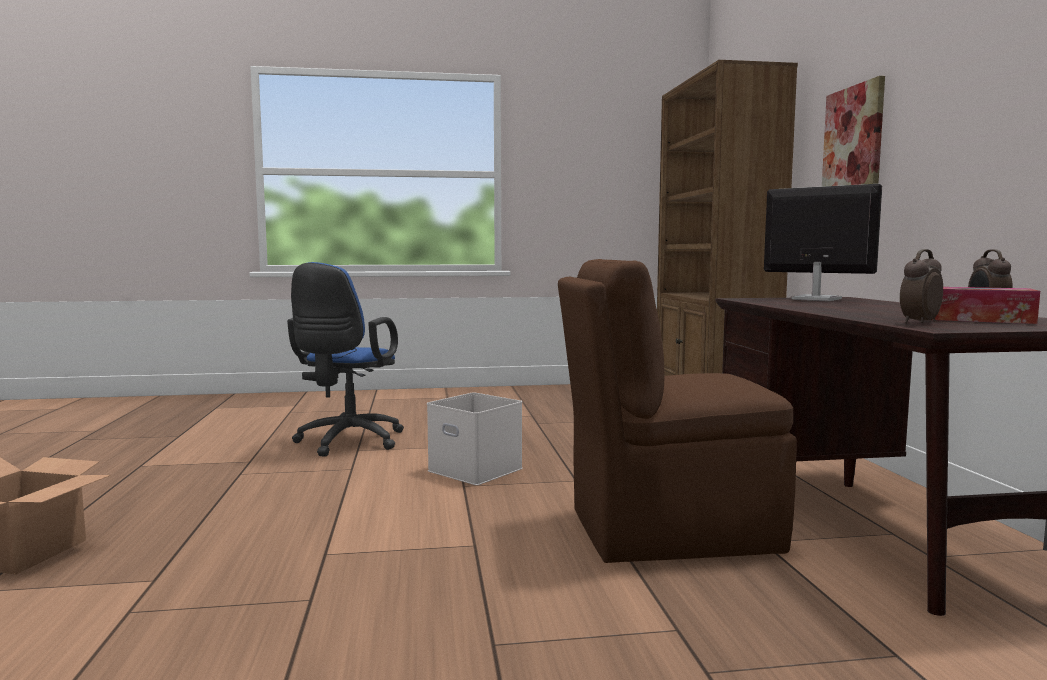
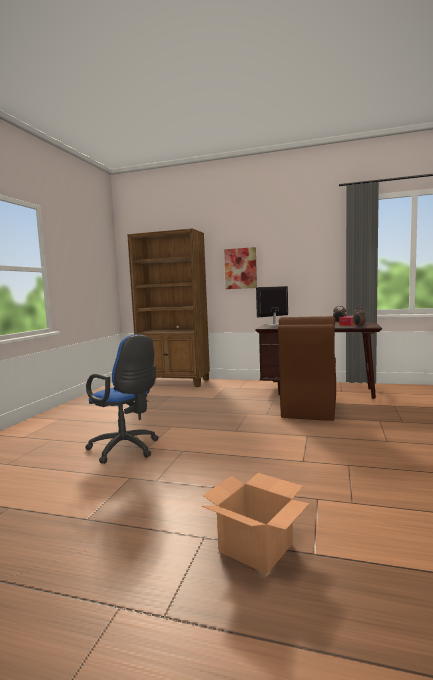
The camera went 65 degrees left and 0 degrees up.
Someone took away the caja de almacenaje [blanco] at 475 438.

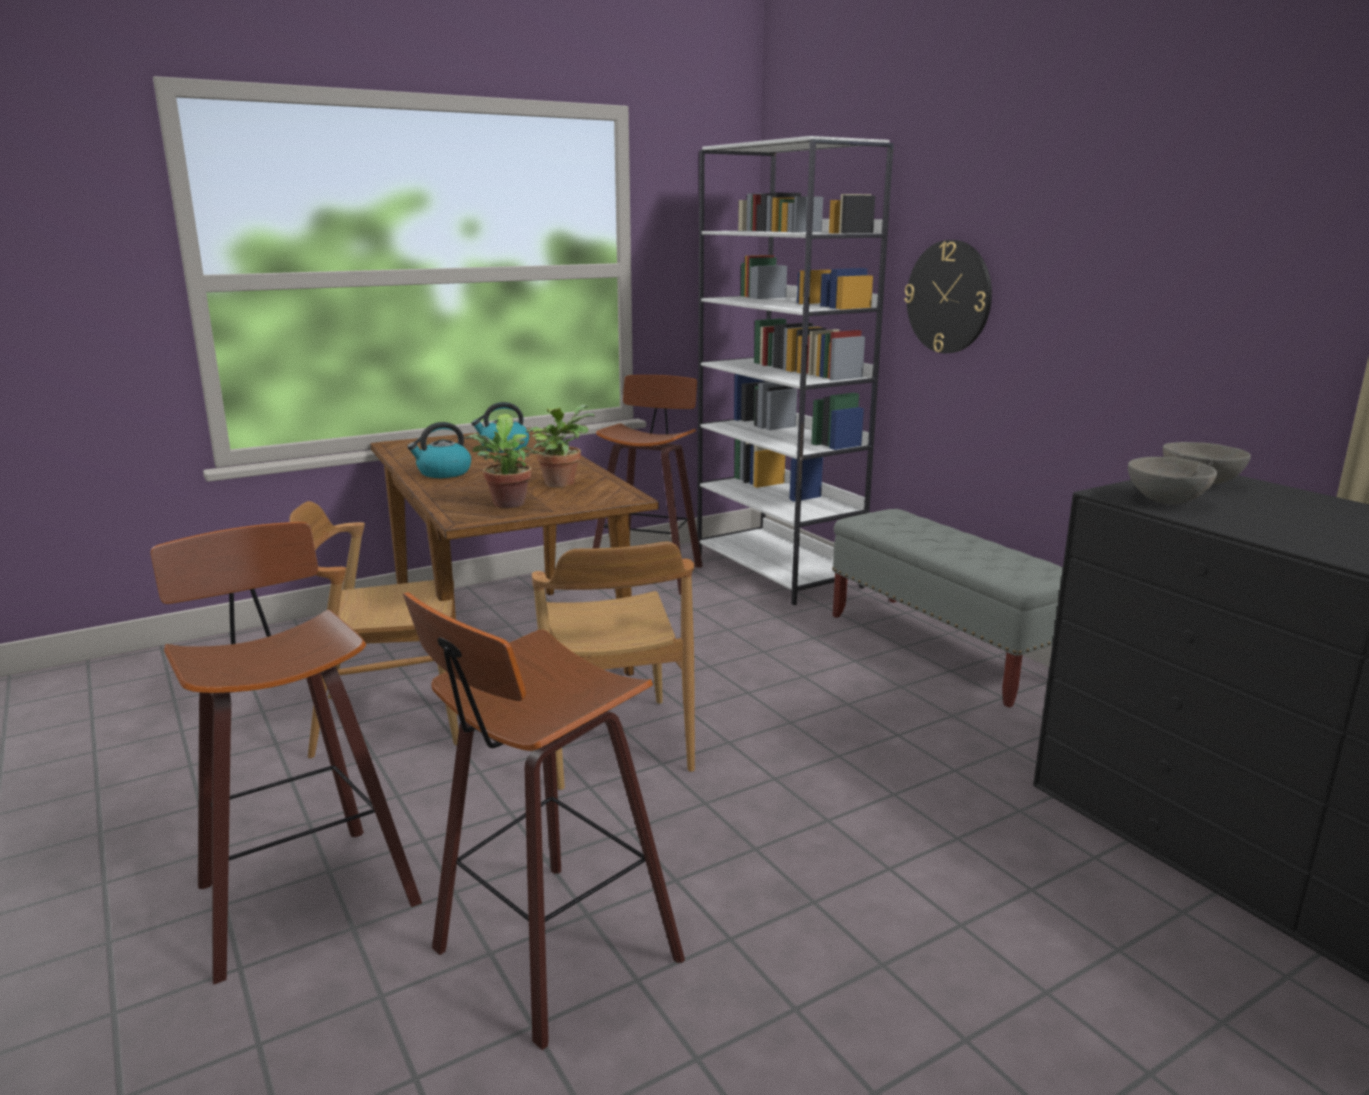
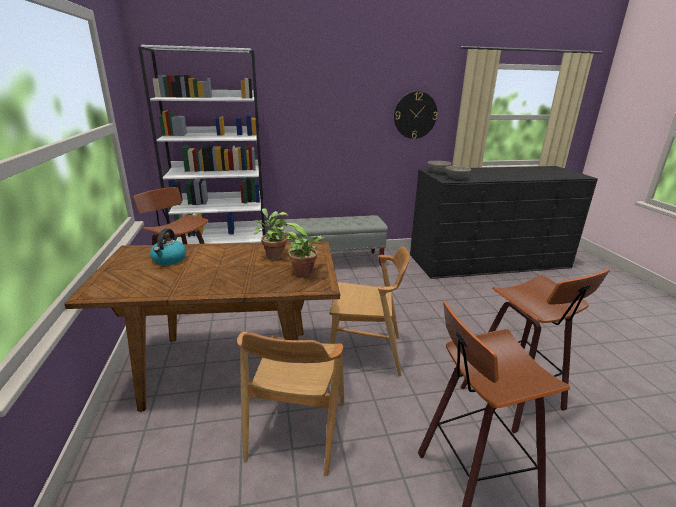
The camera went 70 degrees left and 5 degrees up.
Someone took away the hervidor at 439 450.
Someone carried the reloj de pared from 948 296 to 415 115.

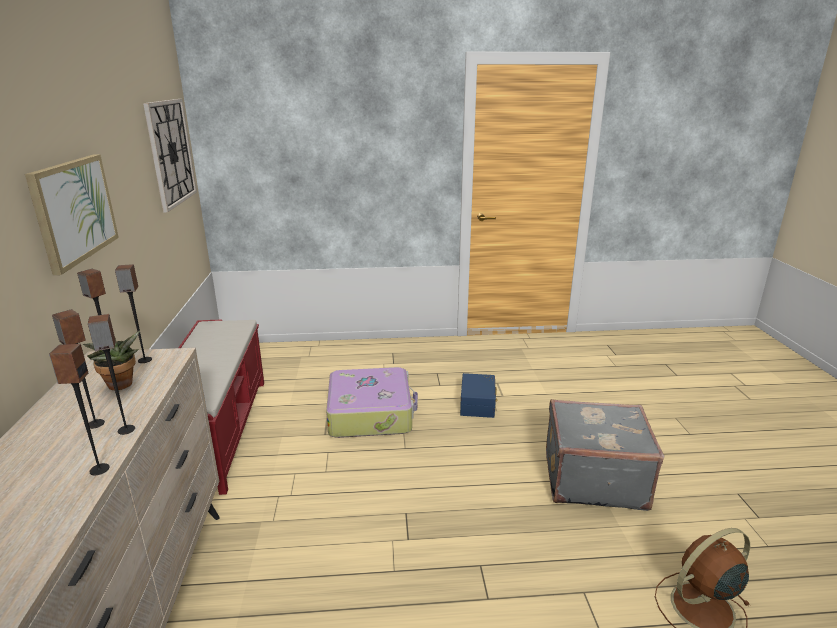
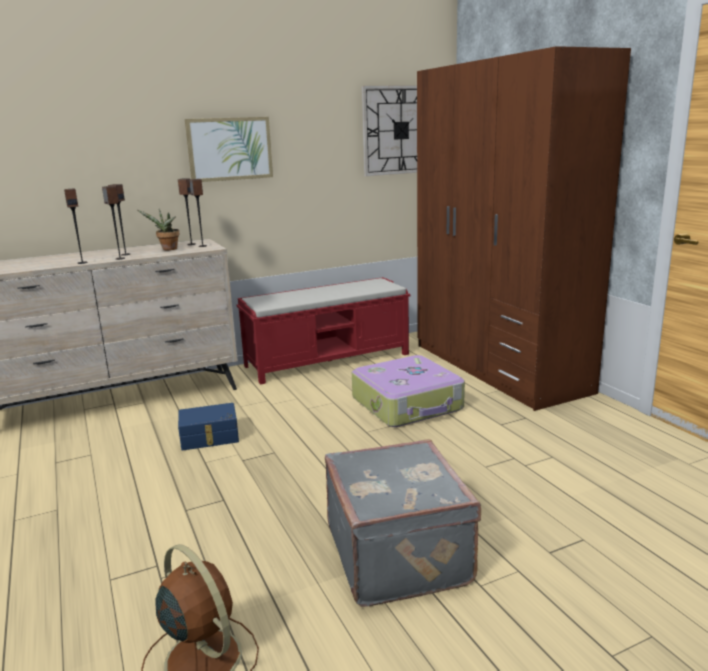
The camera went 70 degrees right and 5 degrees down.
Someone carried the caja de almacenaje [azul] from 479 395 to 208 427.
Someone put down the armario ropero [marrón] at 524 228.

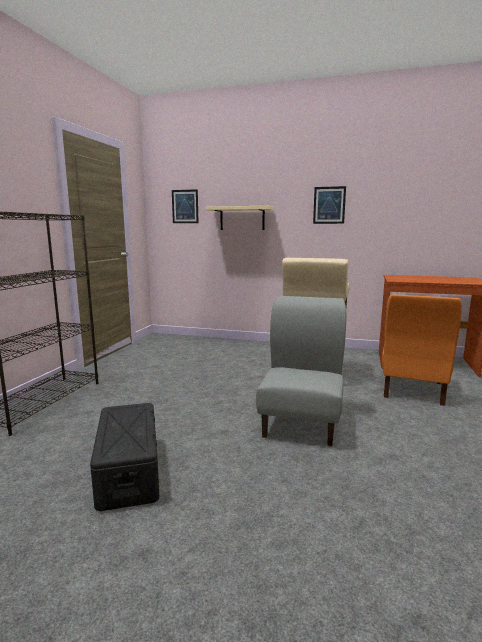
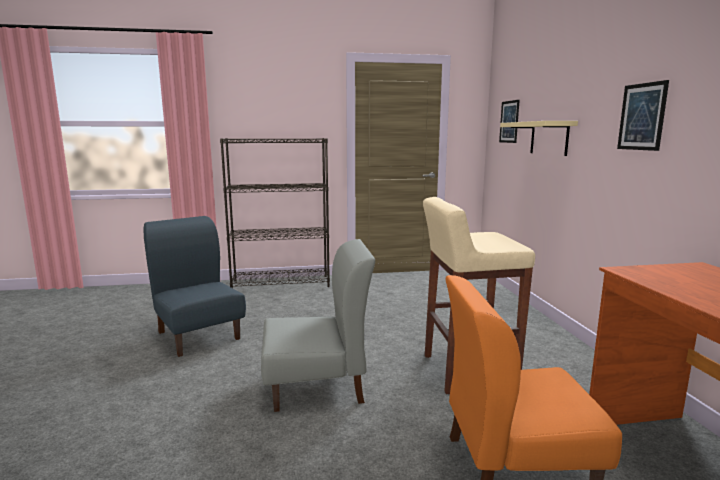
The camera went 65 degrees right and 0 degrees up.
Someone swapped the caja de almacenaje [negro] at 124 457 for the silla [azul] at 195 286.

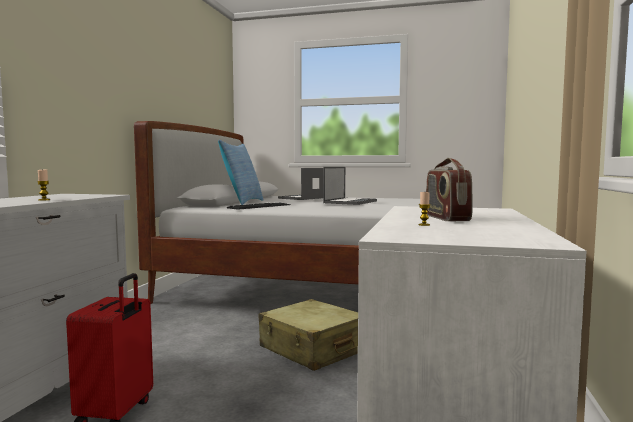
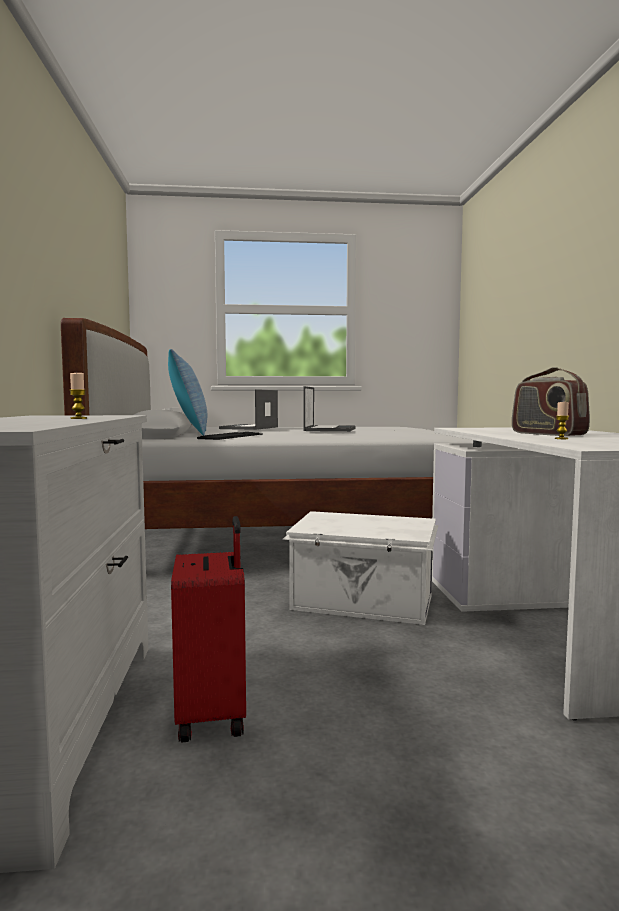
The camera went 20 degrees left and 0 degrees up.
Someone swapped the maleta [beis] at 308 335 for the caja de almacenaje [blanco] at 360 568.

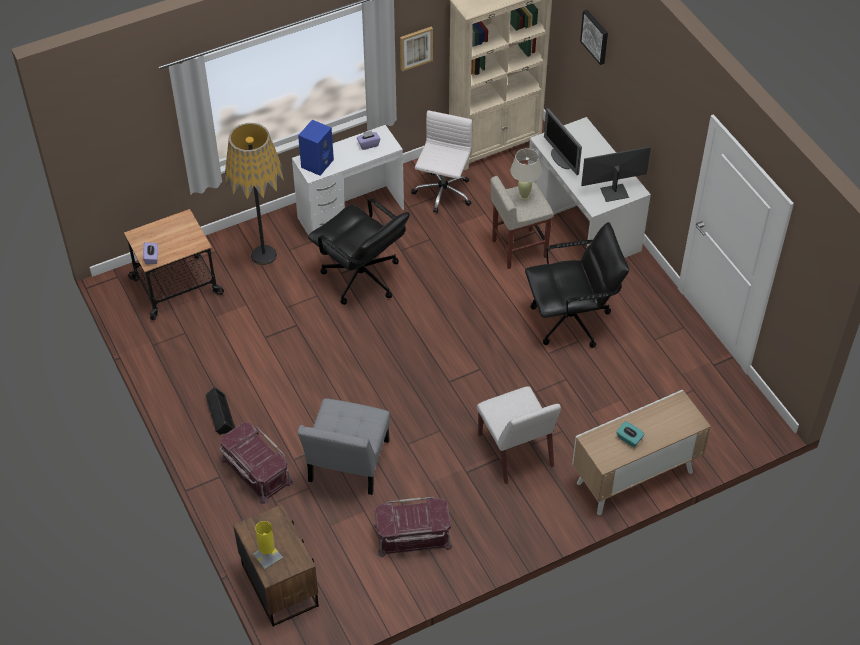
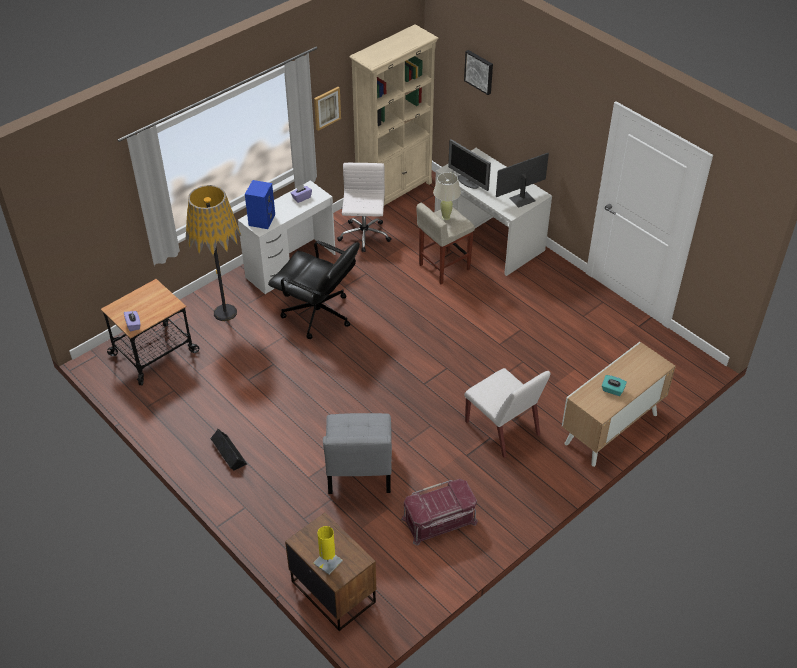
The camera went 15 degrees left and 5 degrees down.
Someone took away the caja de almacenaje [rojo] at 256 463.
Someone took away the silla de oficina [negro] at 577 285.

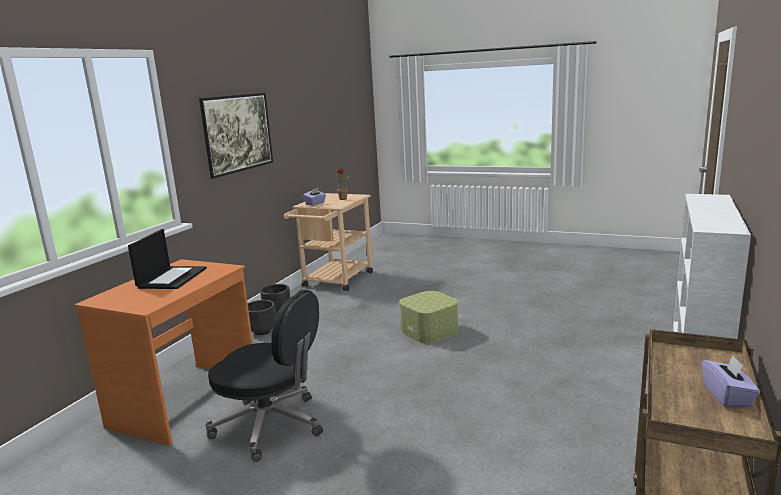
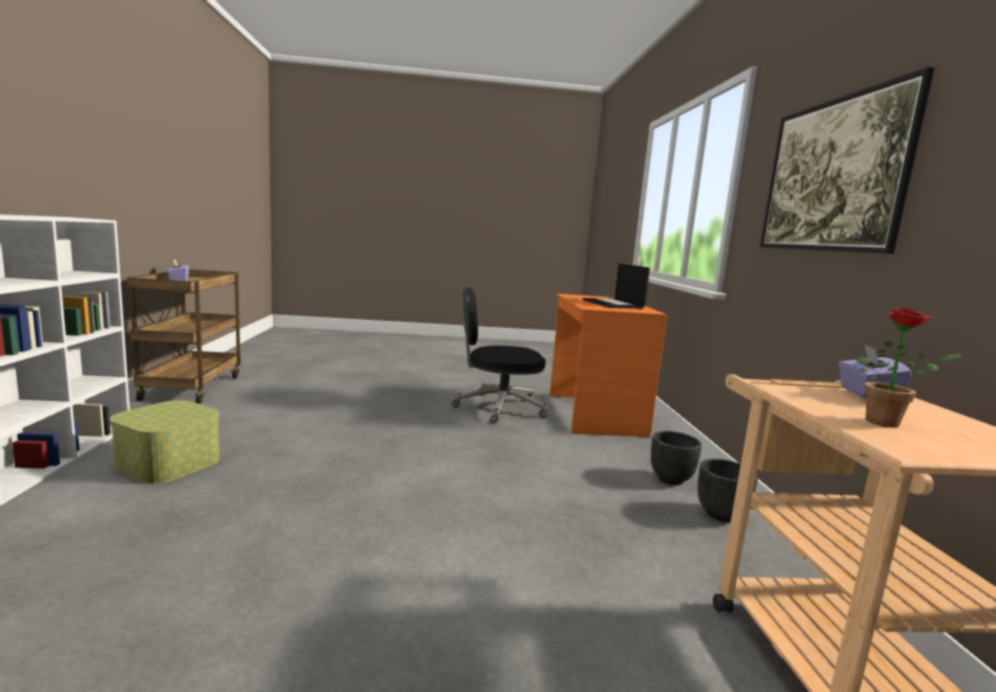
The camera went 150 degrees right and 5 degrees down.
Someone carried the caja de almacenaje from 428 317 to 165 442.

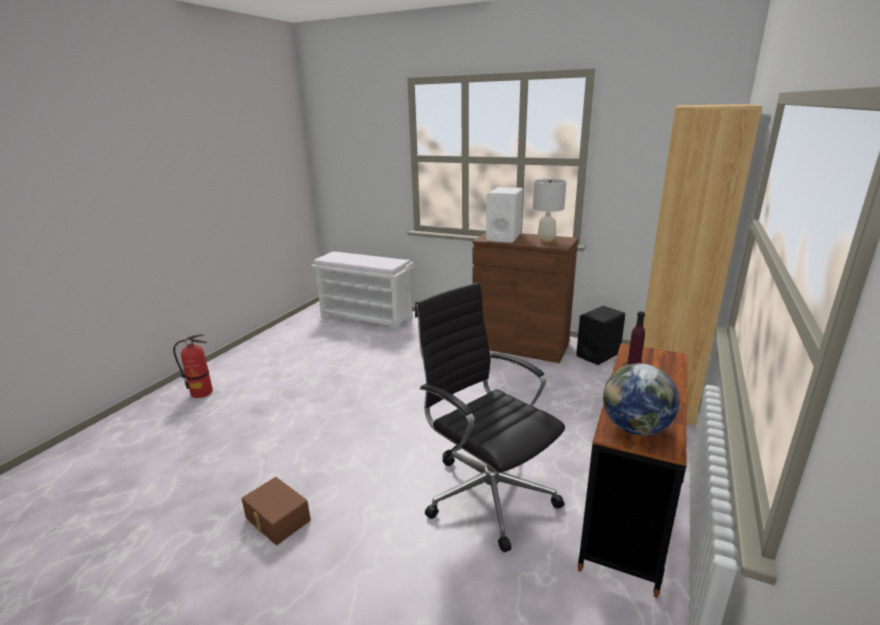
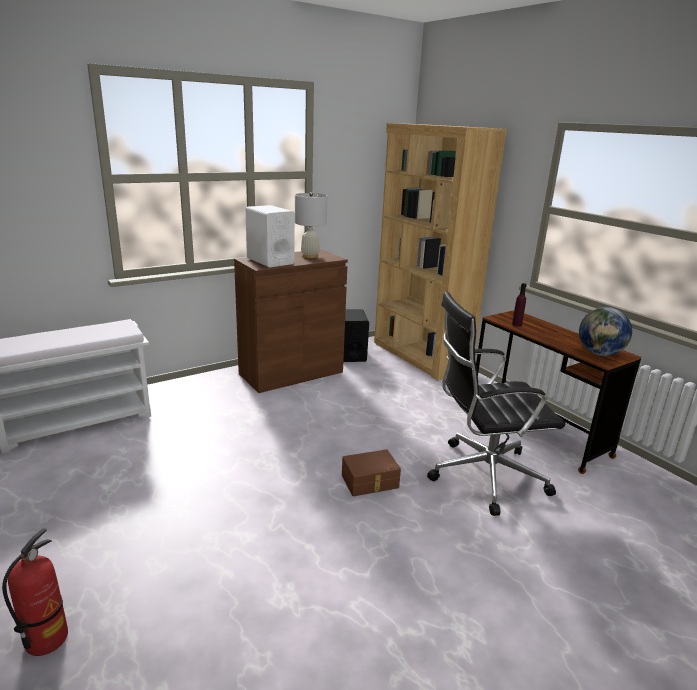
The camera went 60 degrees left and 0 degrees up.
Someone carried the caja de almacenaje [marrón] from 276 511 to 371 472.

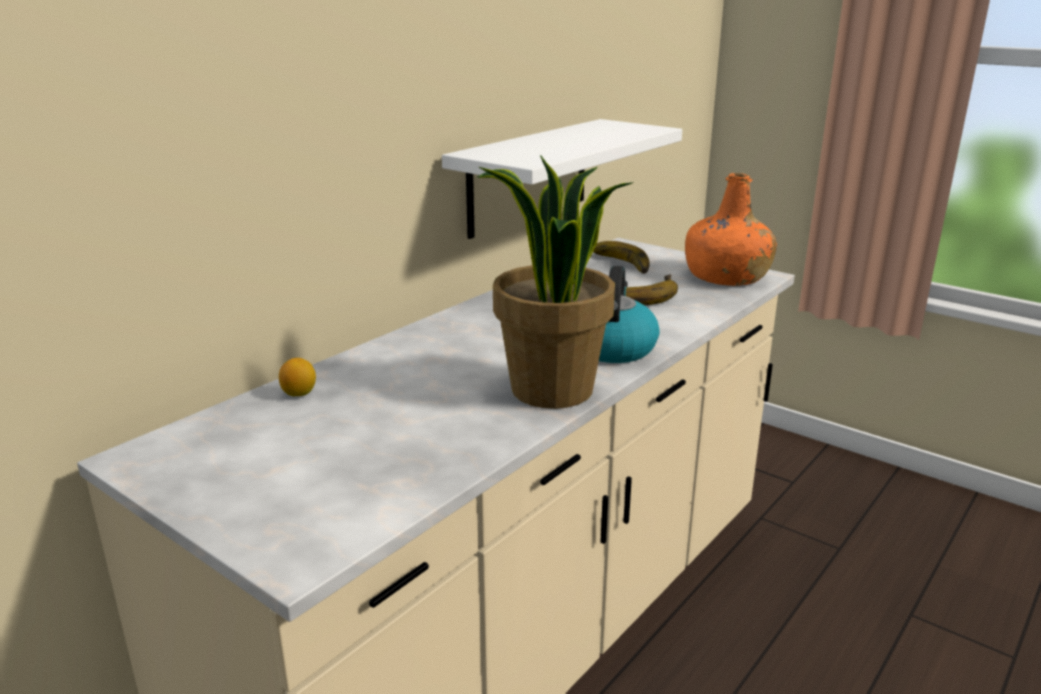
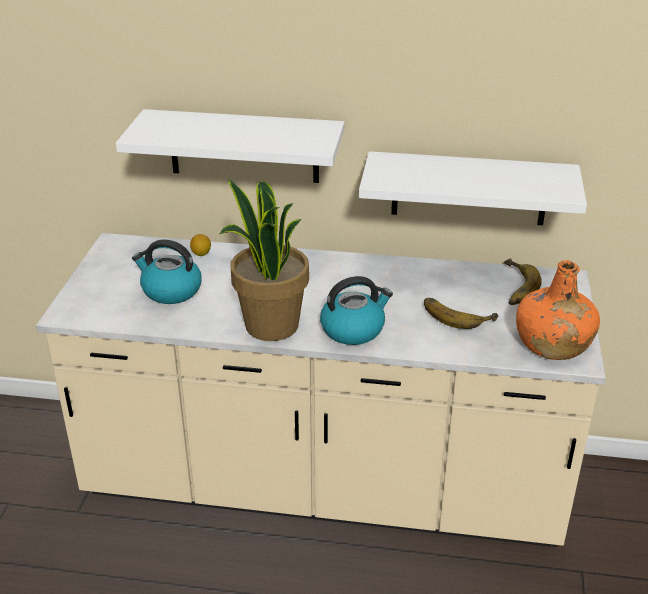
The camera went 60 degrees right and 10 degrees up.
Someone put up the estante [blanco] at 230 146.
Someone put down the hervidor at 167 271.

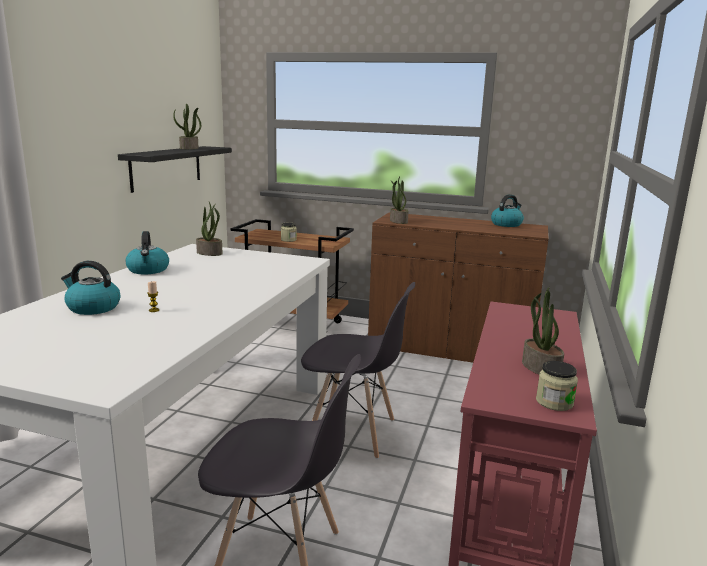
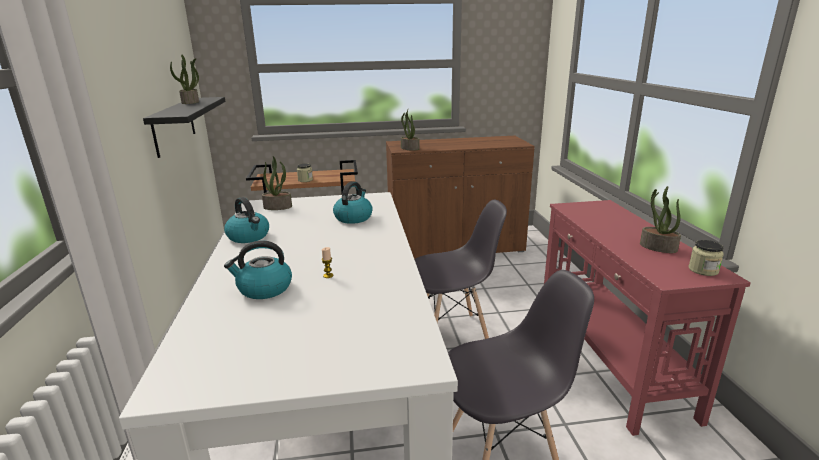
The camera went 25 degrees left and 5 degrees up.
Someone carried the hervidor from 507 210 to 353 203.

